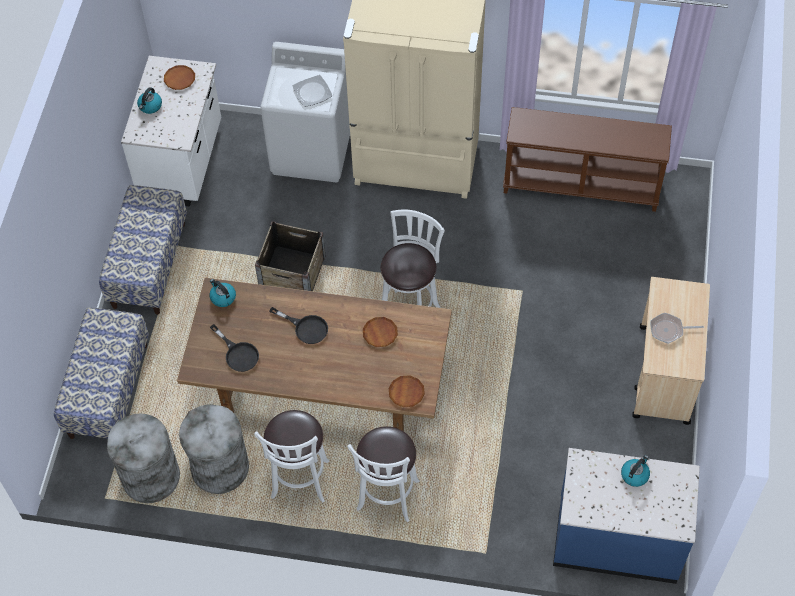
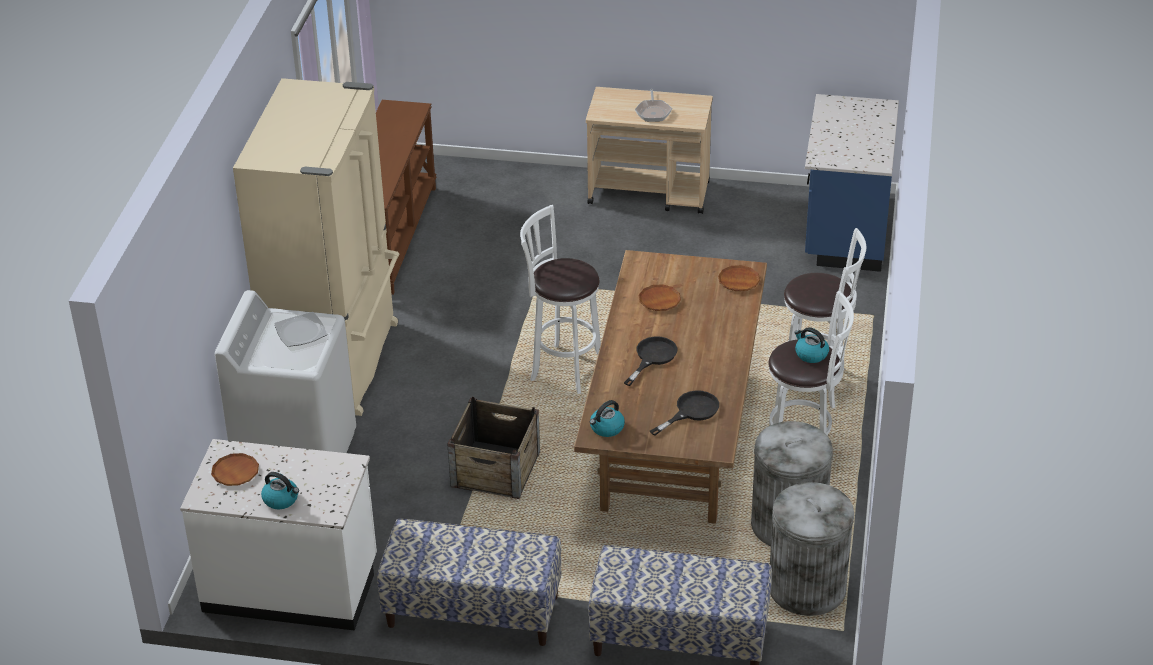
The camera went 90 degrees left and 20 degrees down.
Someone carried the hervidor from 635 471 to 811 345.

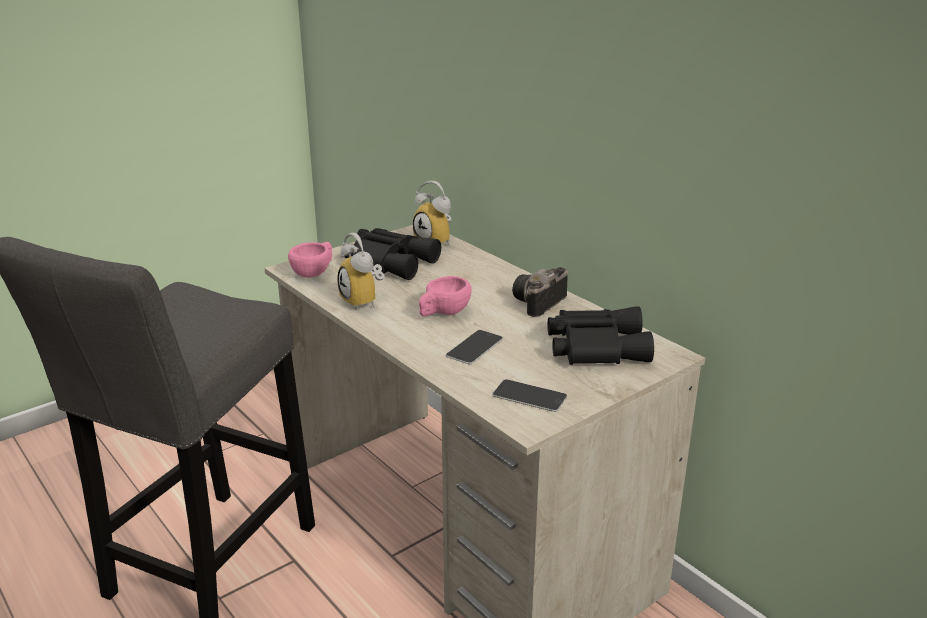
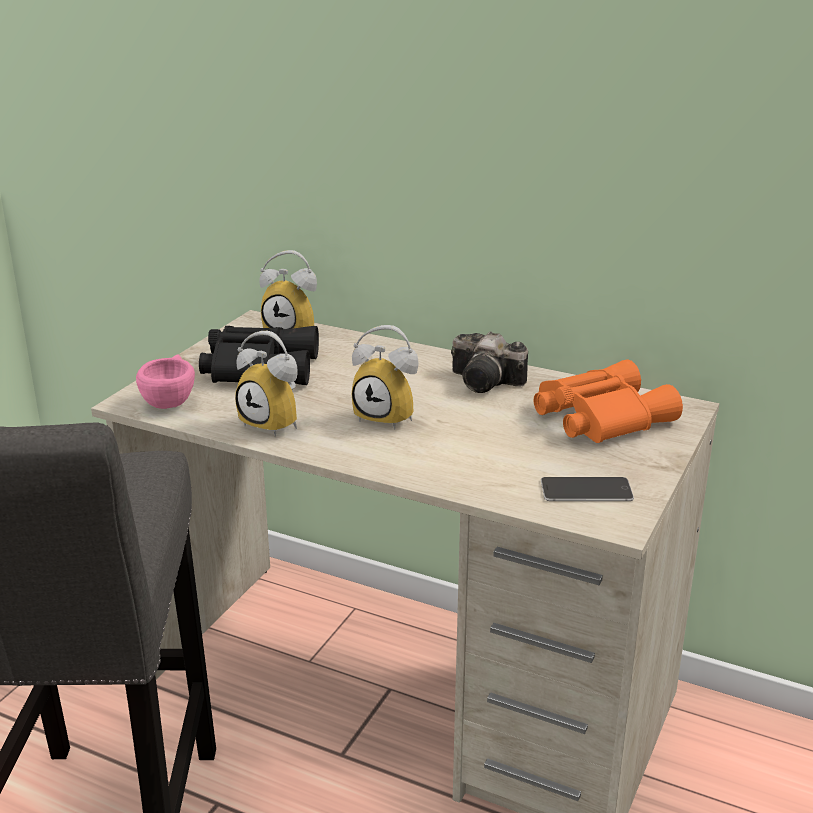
The camera went 25 degrees left and 0 degrees up.
Someone swapped the taza [rosa] at 445 296 for the despertador at 385 377.
Someone took away the móvil at 474 347.
Someone rotated the cámara at 540 292 by 75 degrees counterclockwise.
Someone repainted the prismáticos [negro] at 600 335, which became the prismáticos [naranja] at 608 401.

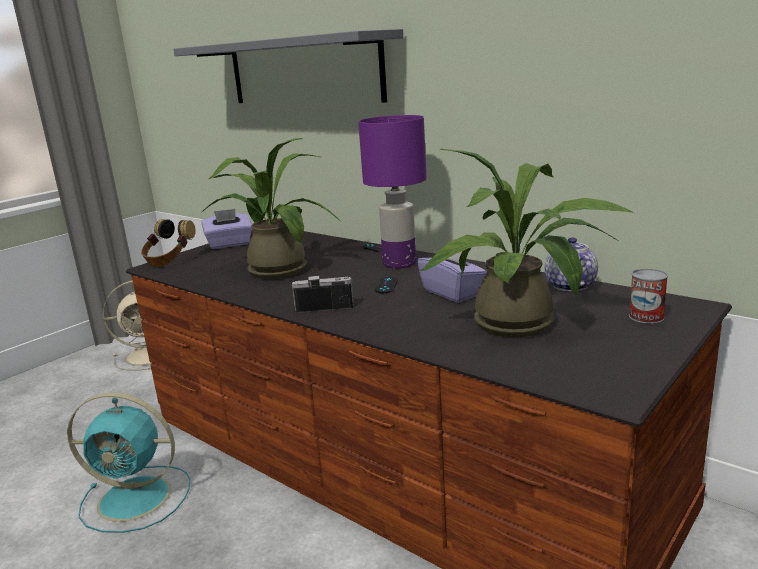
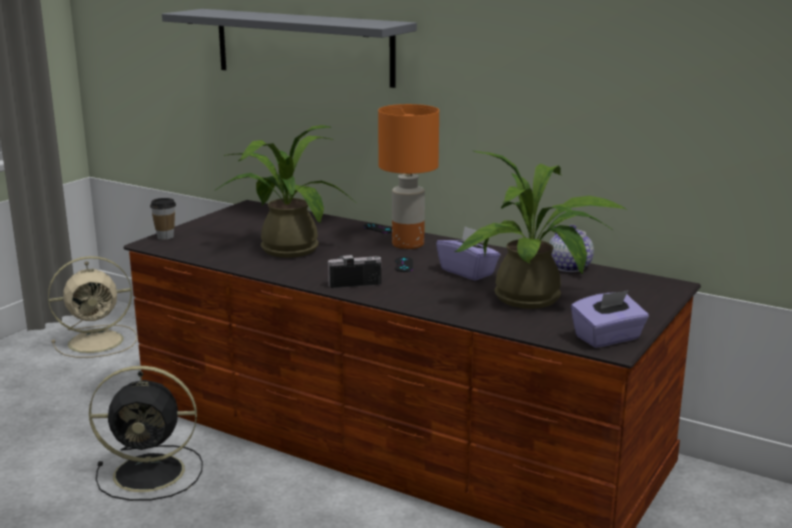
The camera went 10 degrees left and 0 degrees up.
Someone repainted the ventilador [turquesa] at 128 463, which became the ventilador [negro] at 146 433.
Someone swapped the auriculares at 168 243 for the taza at 163 219.
Someone carried the caja de pañuelos [morado] from 226 229 to 610 319.
Someone repainted the lámpara de mesa [morado] at 392 191, which became the lámpara de mesa [naranja] at 408 176.
Someone took away the lata at 648 296.

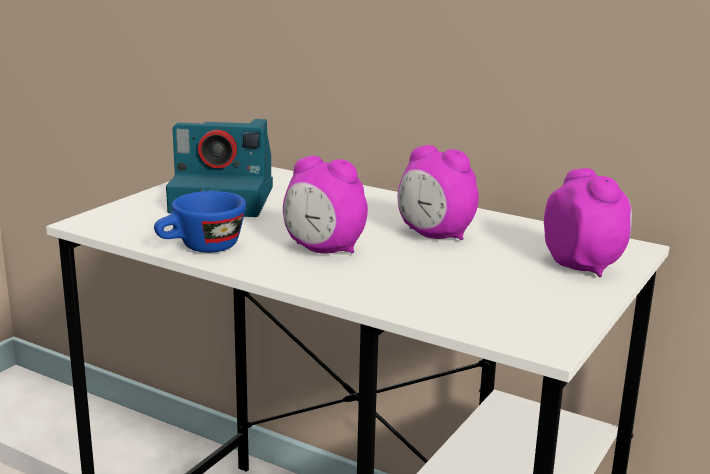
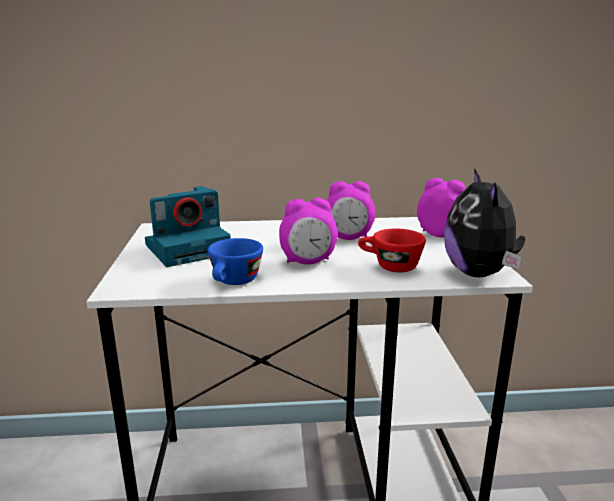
The camera went 35 degrees left and 0 degrees up.
Someone put down the taza [rojo] at 392 250.
Someone put down the peluche at 484 222.

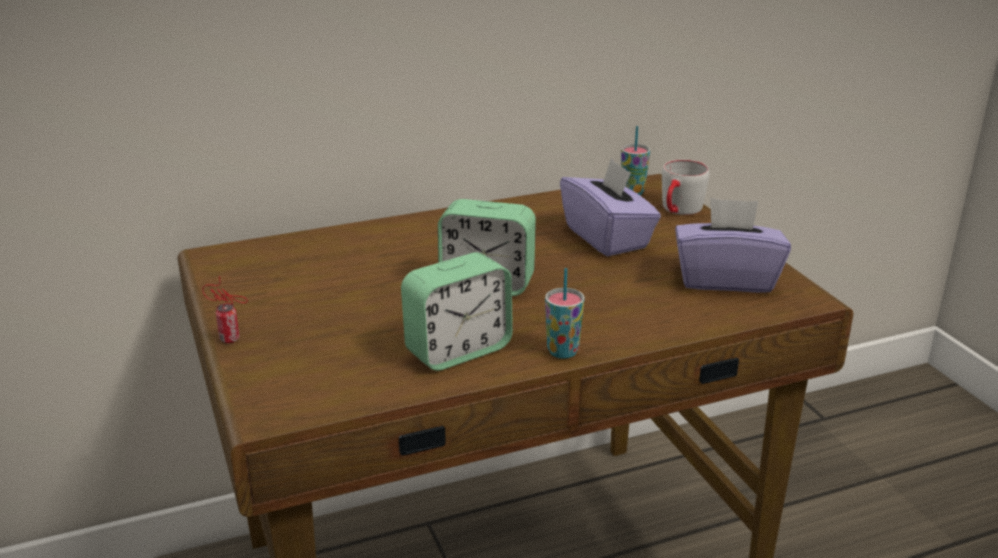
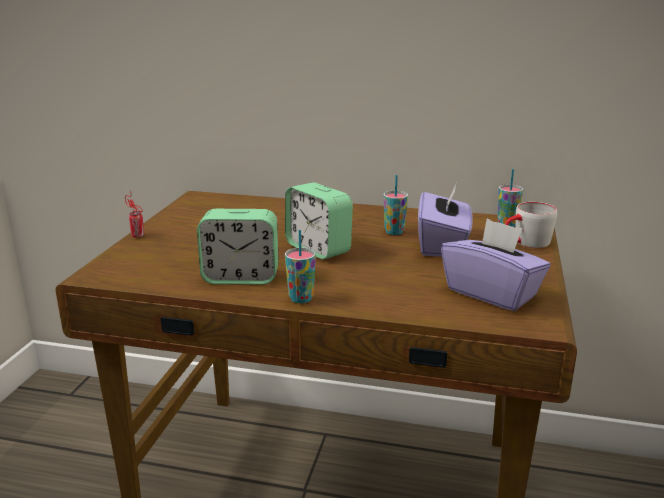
The camera went 35 degrees right and 5 degrees down.
Someone put down the taza at 395 205.

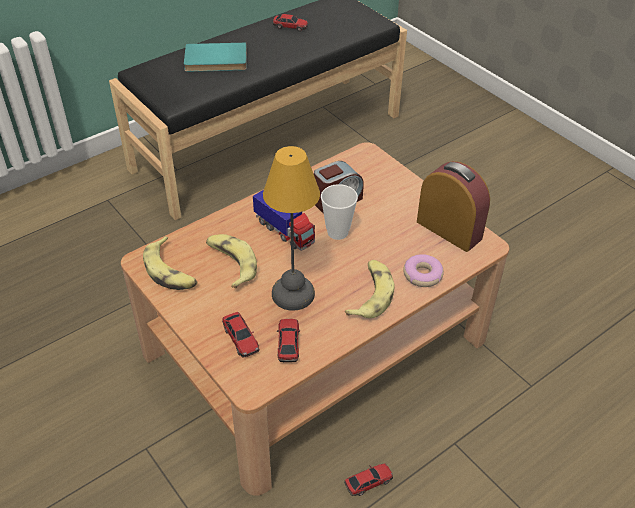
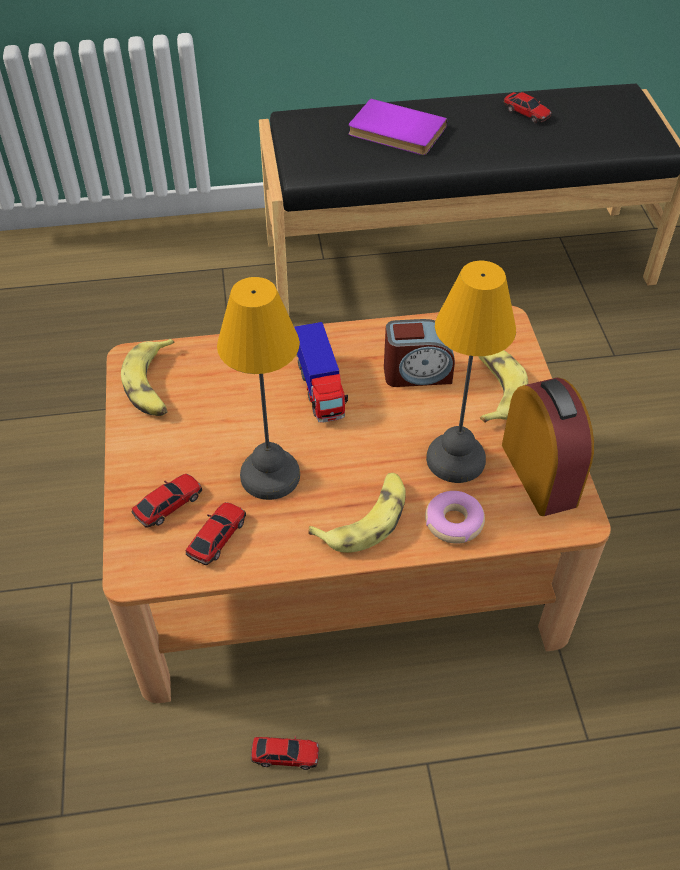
The camera went 30 degrees right and 5 degrees up.
Someone repainted the libro [turquesa] at 215 57, which became the libro [morado] at 398 127.
Someone carried the plátano from 231 261 to 503 386.
Someone rotated the coche de juguete at 241 334 by 135 degrees counterclockwise.
Someone took away the taza at 339 212.
Someone put down the lámpara de mesa at 471 372.

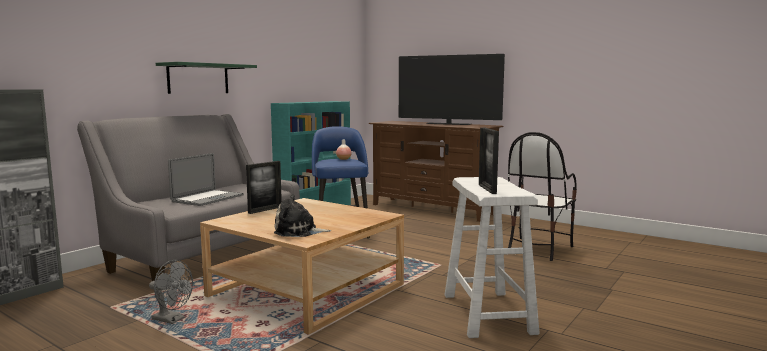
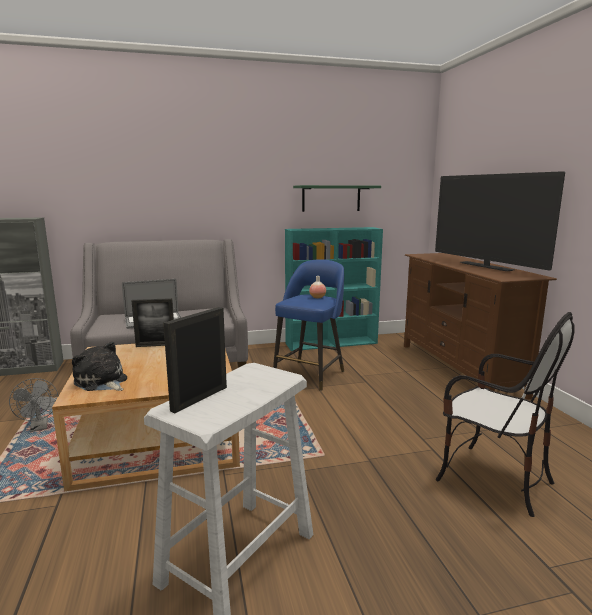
The camera went 40 degrees right and 5 degrees up.
Someone carried the estante [verde] from 206 78 to 337 198.
Someone rotated the silla at 542 196 by 120 degrees counterclockwise.

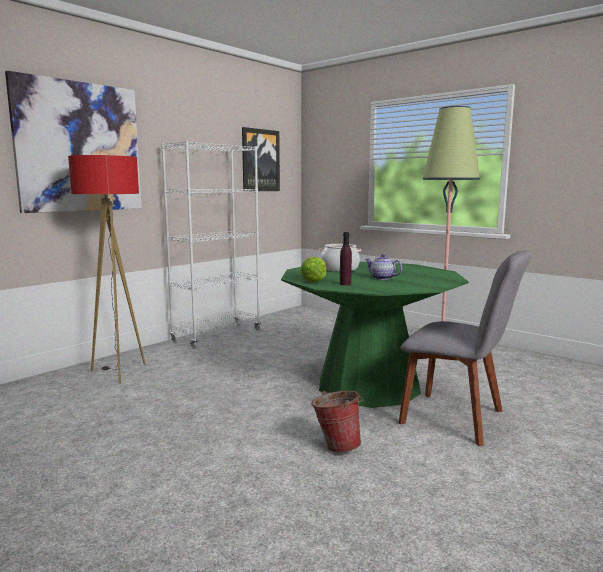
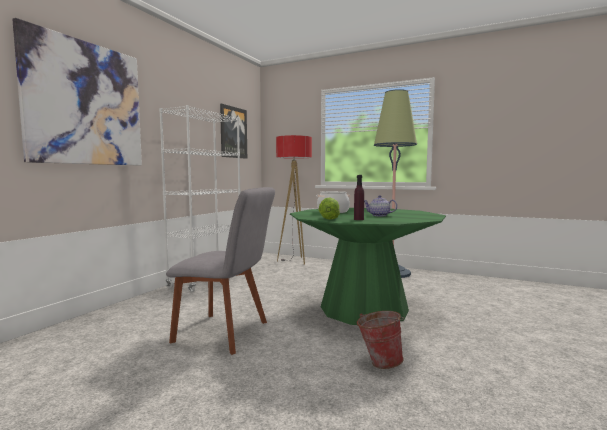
The camera went 15 degrees left and 5 degrees down.
Someone carried the lámpara de pie from 107 269 to 294 200.
Someone carried the silla [gris] from 464 348 to 220 271.

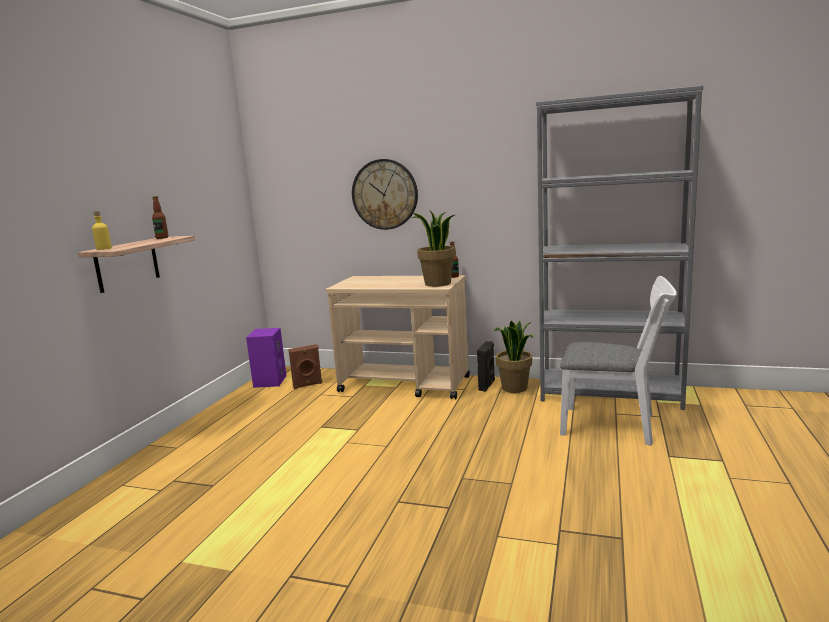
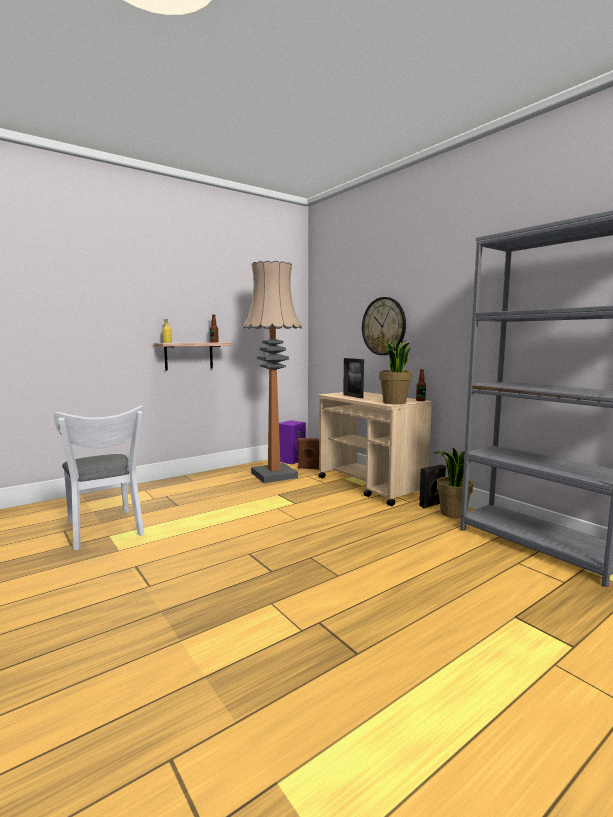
The camera went 35 degrees right and 5 degrees down.
Someone carried the silla [blanco] from 618 361 to 99 478.
Someone put down the lámpara de pie at 272 372.
Someone put down the portarretratos at 353 378.

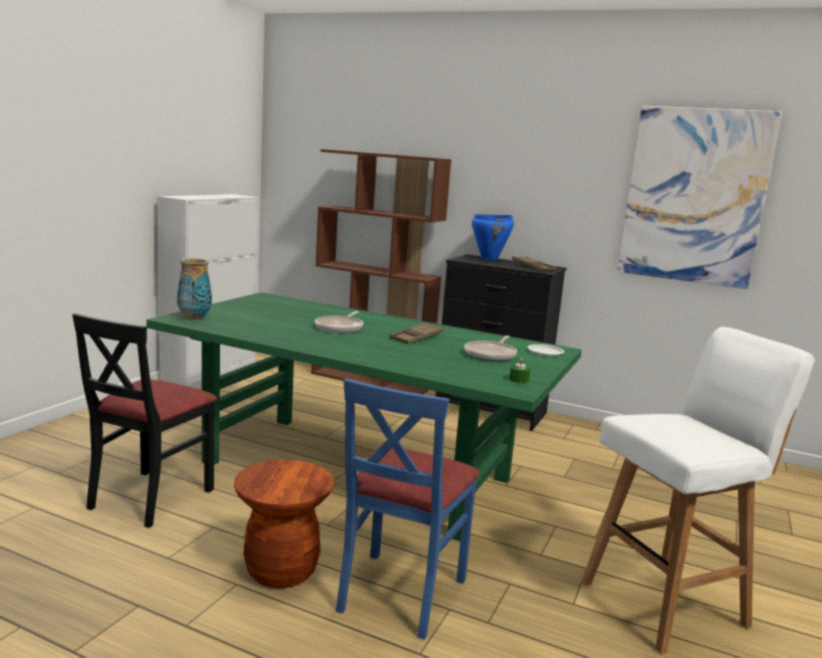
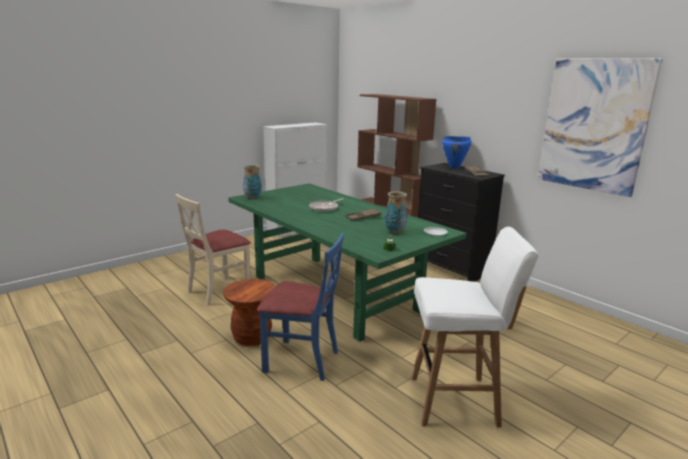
The camera went 25 degrees right and 5 degrees up.
Someone repainted the silla [negro] at 144 420, which became the silla [beis] at 213 250.
Someone rotated the silla [azul] at 408 509 by 120 degrees counterclockwise.
Someone swapped the sartén at 490 348 for the florero at 396 212.

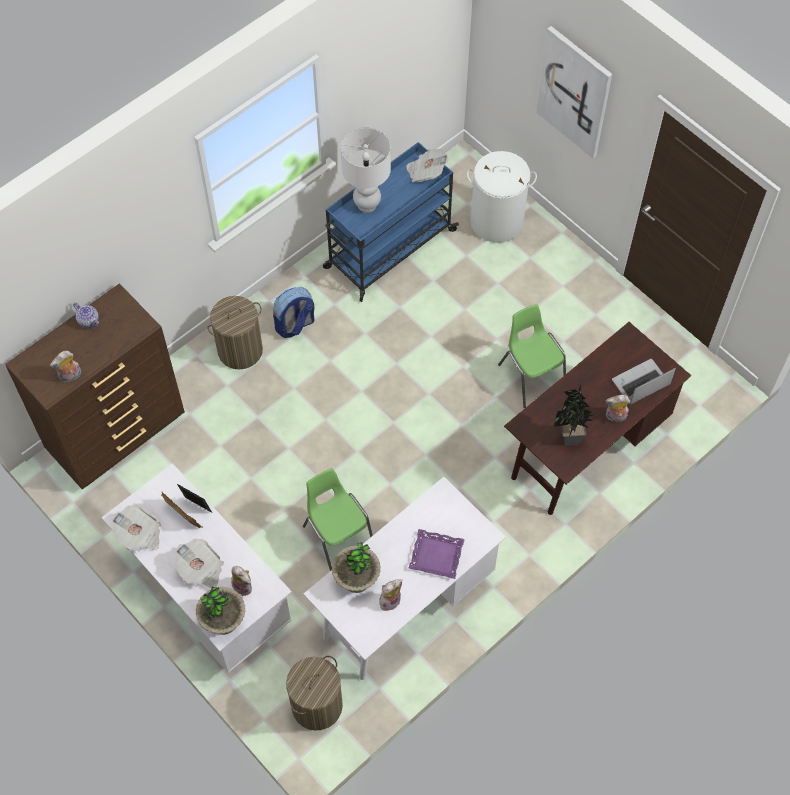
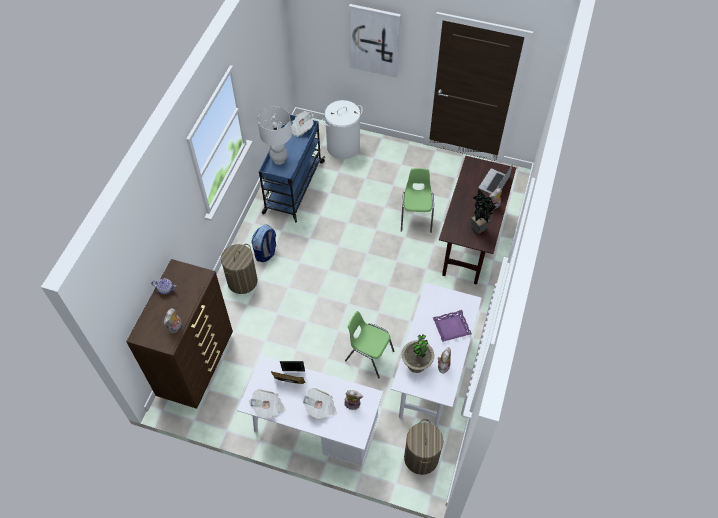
The camera went 30 degrees left and 5 degrees down.
Someone took away the planta en maceta at 220 610.
Someone rotated the silla [verde] at 532 356 by 60 degrees clockwise.

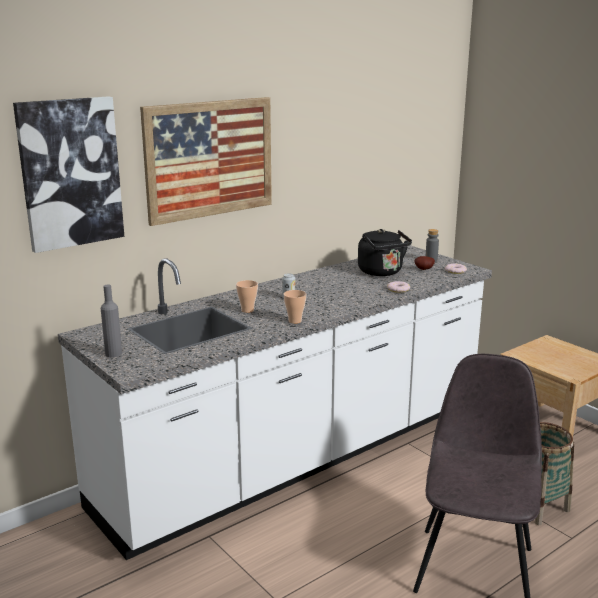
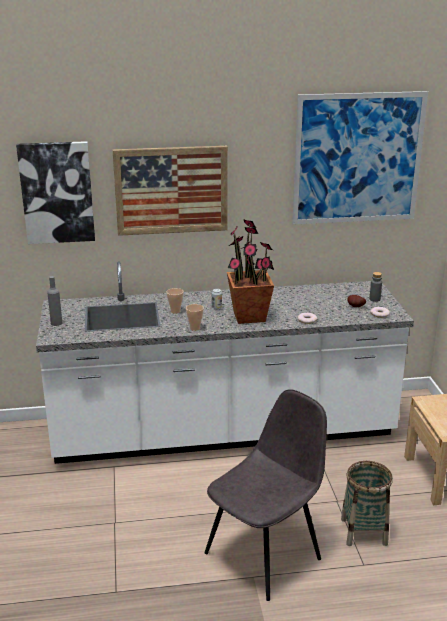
The camera went 30 degrees right and 5 degrees up.
Someone took away the hervidor [negro] at 385 252.
Someone put down the planta en maceta at 250 271.
Someone put up the cuadro at 360 158.

